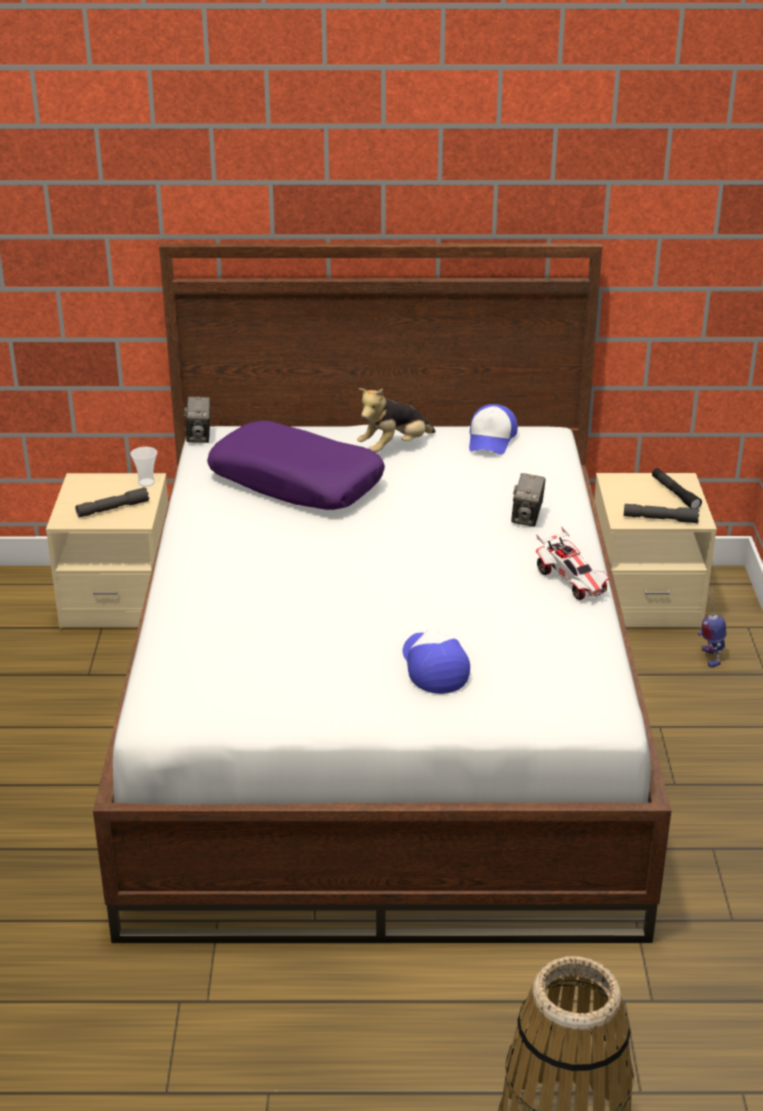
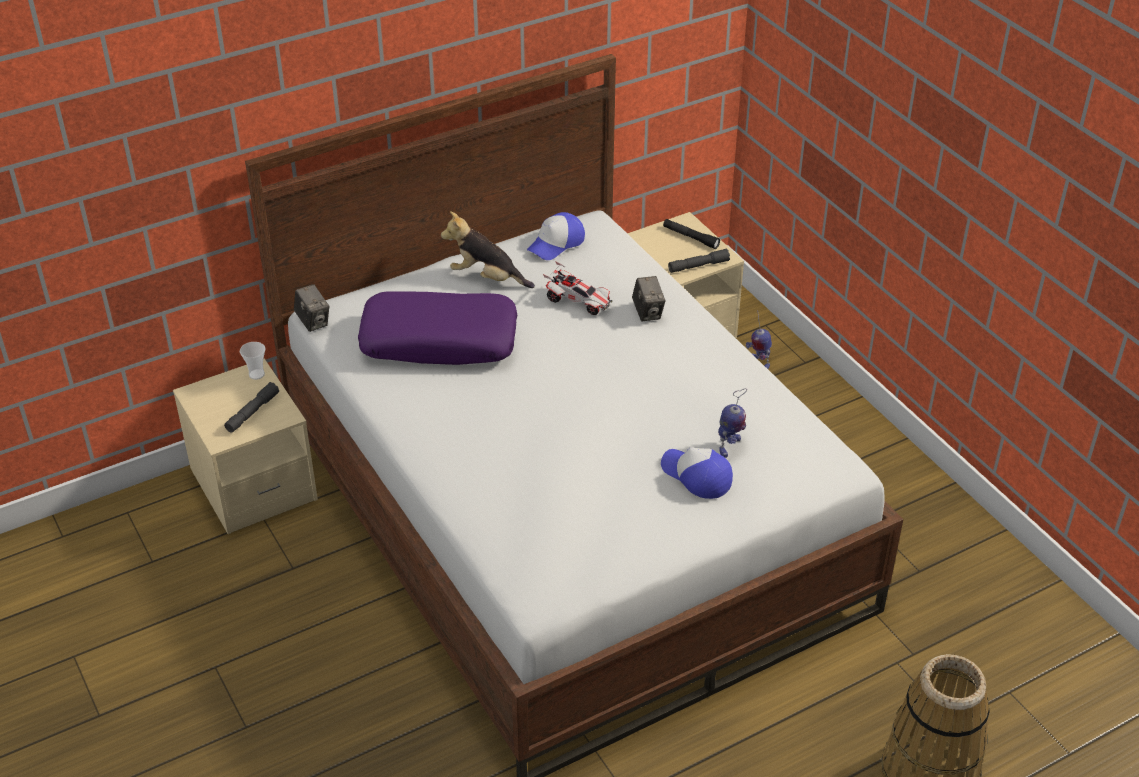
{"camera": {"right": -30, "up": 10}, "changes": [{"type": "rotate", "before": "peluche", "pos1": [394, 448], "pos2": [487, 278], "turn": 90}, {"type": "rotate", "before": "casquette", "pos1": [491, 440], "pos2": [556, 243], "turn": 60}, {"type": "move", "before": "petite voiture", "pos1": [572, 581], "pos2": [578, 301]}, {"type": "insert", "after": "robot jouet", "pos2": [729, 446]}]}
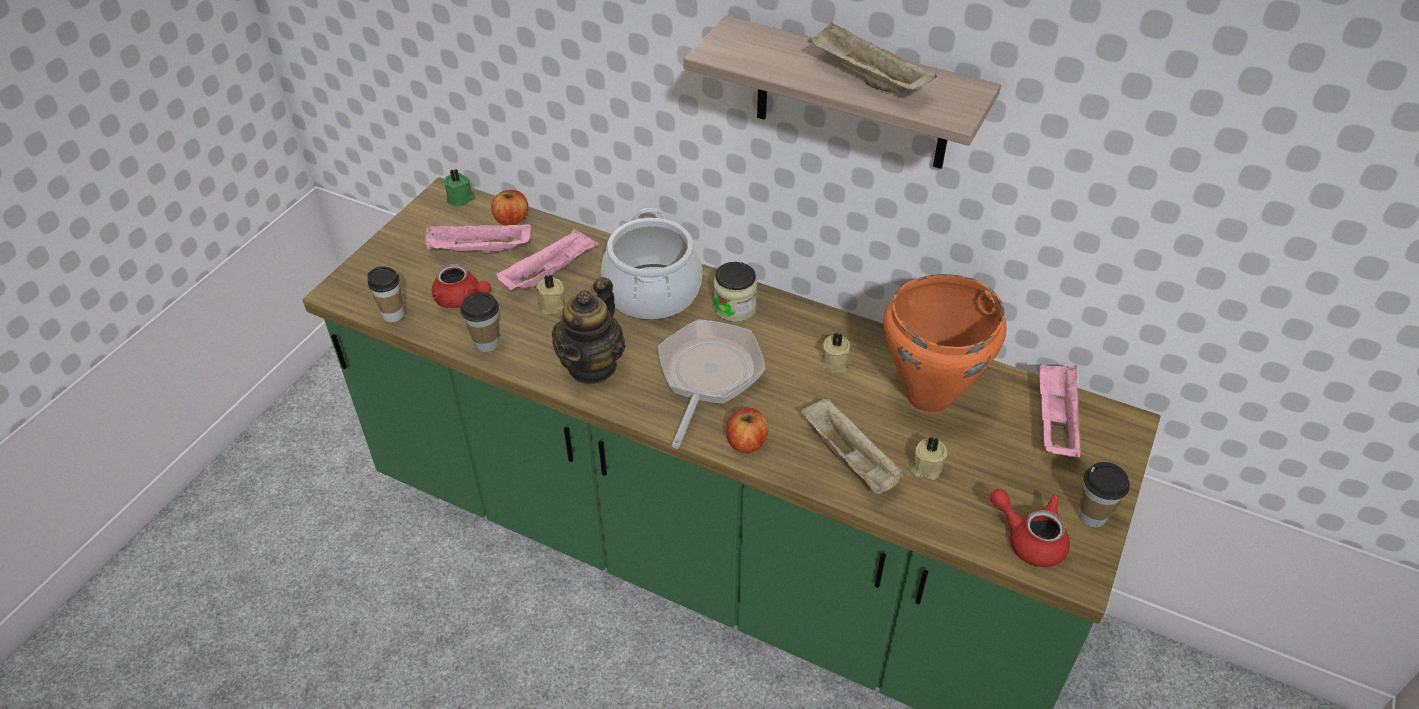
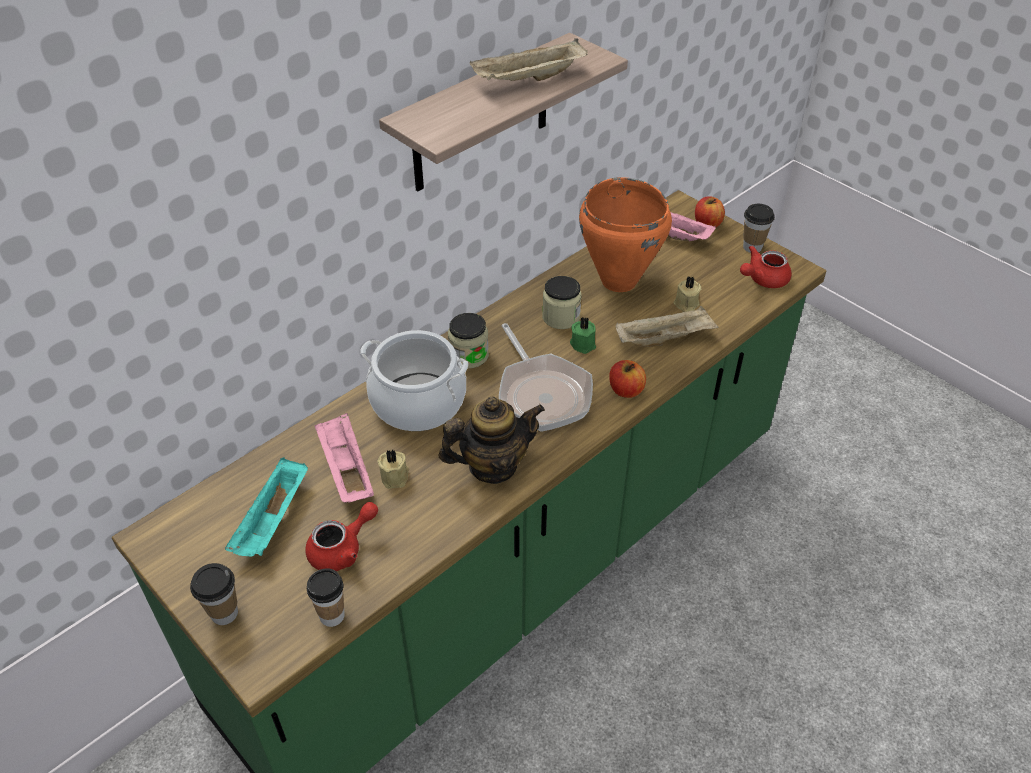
{"camera": {"right": -70, "up": 0}, "changes": [{"type": "recolor", "before": "plateau/rose", "after": "plateau/turquoise", "pos1": [479, 251], "pos2": [273, 521]}, {"type": "move", "before": "bougie/vert", "pos1": [461, 199], "pos2": [583, 344]}, {"type": "move", "before": "tasse", "pos1": [486, 343], "pos2": [224, 613]}, {"type": "move", "before": "pomme", "pos1": [511, 220], "pos2": [707, 223]}, {"type": "rotate", "before": "théière", "pos1": [592, 365], "pos2": [492, 465], "turn": -60}, {"type": "rotate", "before": "poêle", "pos1": [707, 376], "pos2": [542, 393], "turn": -150}, {"type": "replace", "before": "bougie/beige", "after": "bocal", "pos1": [834, 362], "pos2": [561, 317]}]}
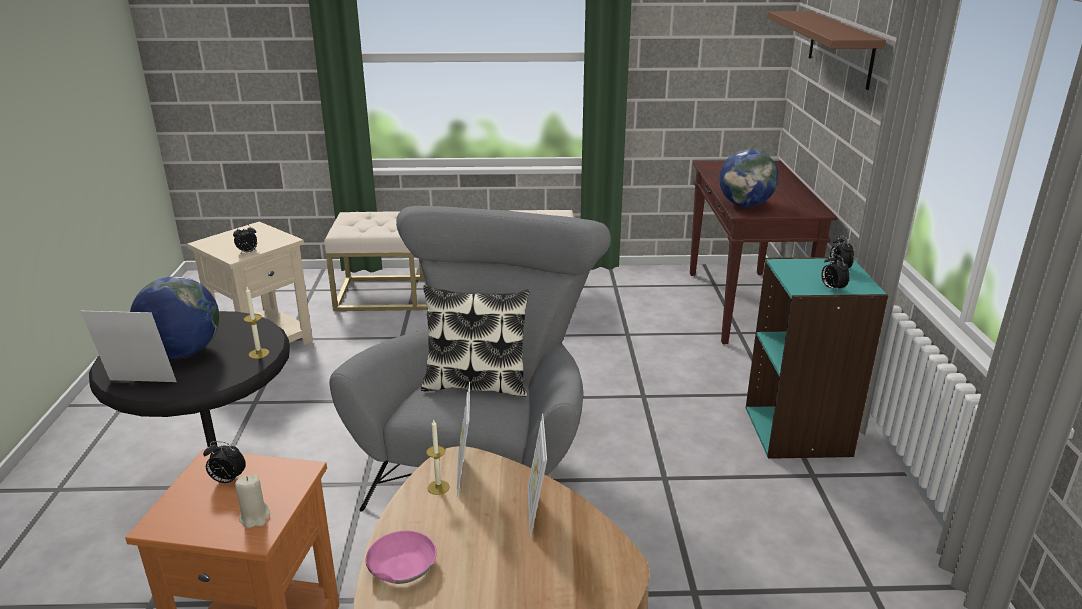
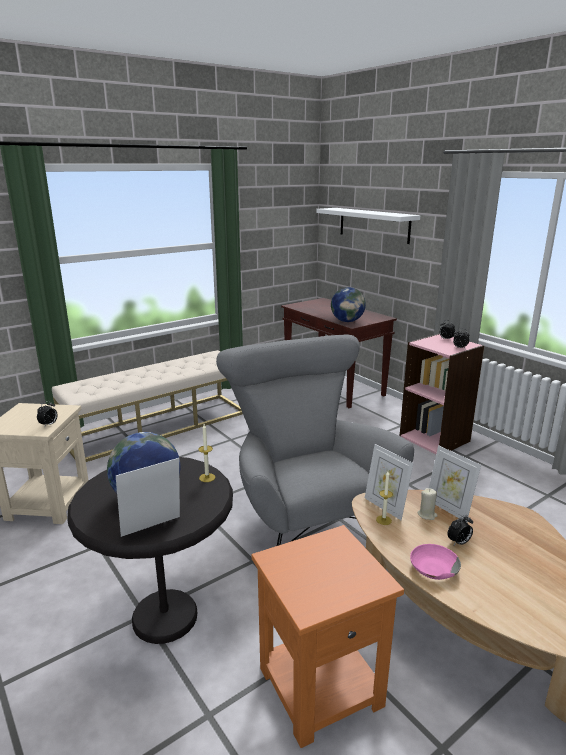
{"camera": {"right": -35, "up": -5}, "changes": [{"type": "move", "before": "réveil", "pos1": [227, 480], "pos2": [459, 543]}, {"type": "move", "before": "bougie/beige", "pos1": [255, 517], "pos2": [427, 515]}, {"type": "delete", "before": "coussin", "pos1": [476, 384]}, {"type": "recolor", "before": "bibliothèque/turquoise", "after": "bibliothèque/rose", "pos1": [798, 431], "pos2": [435, 438]}, {"type": "recolor", "before": "étagère/marron", "after": "étagère/blanc", "pos1": [840, 48], "pos2": [373, 225]}]}
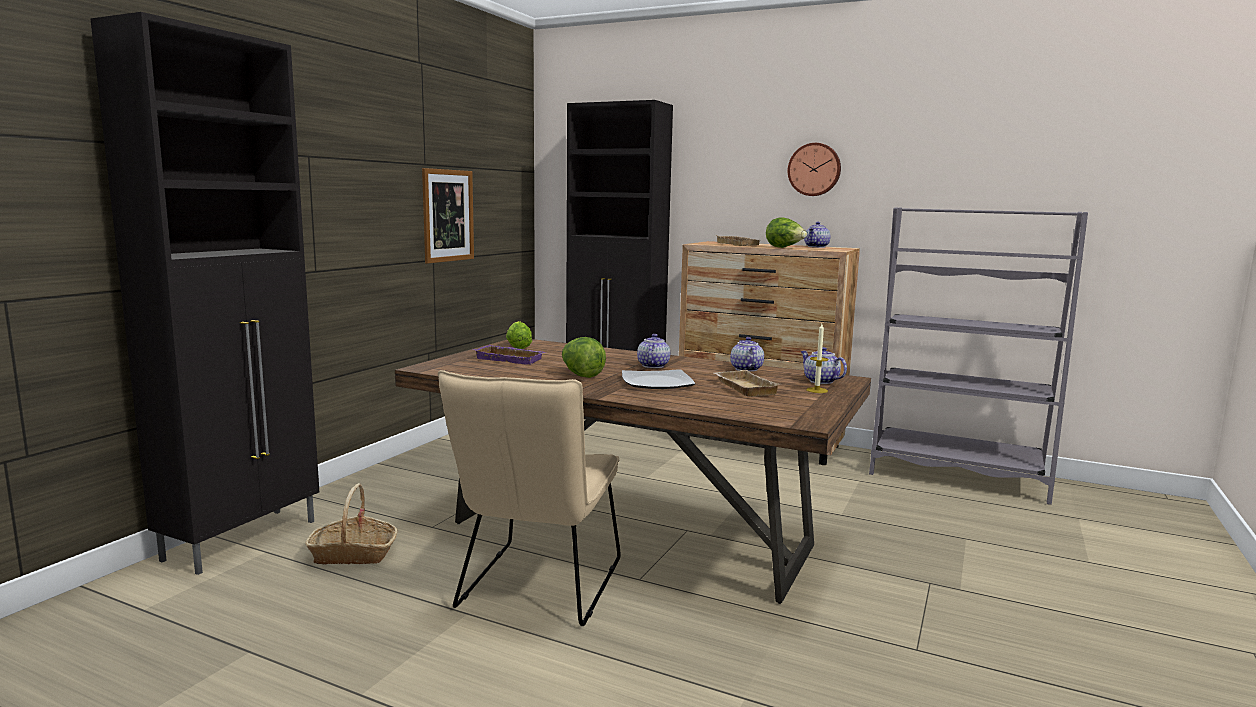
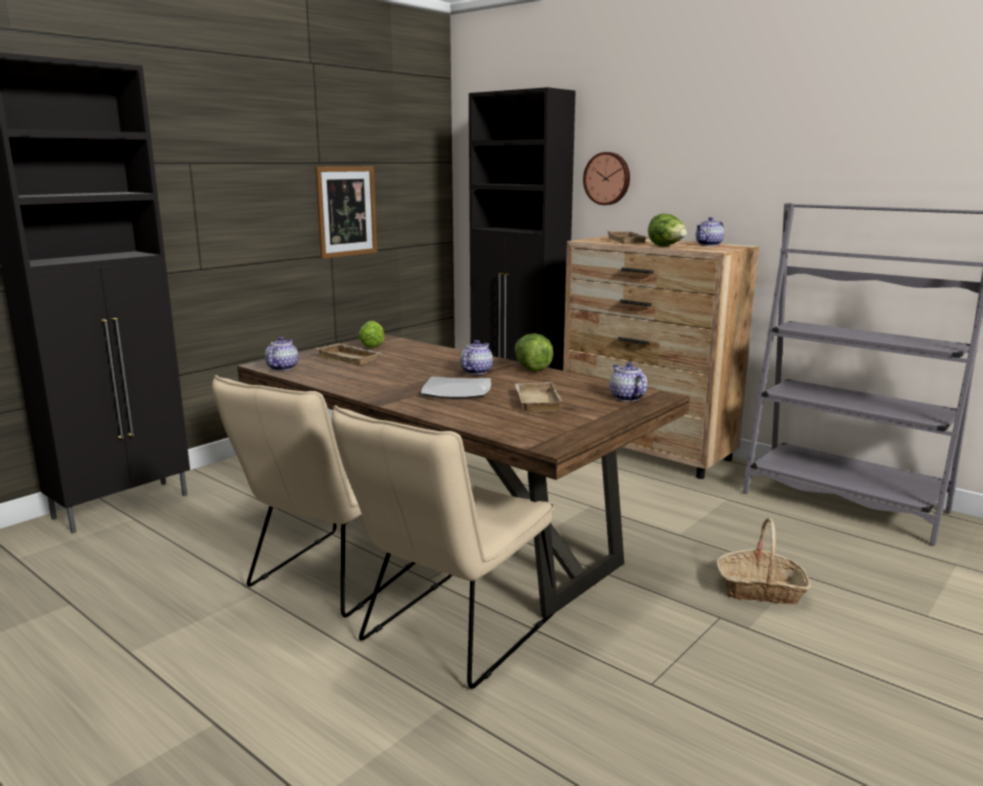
{"camera": {"right": 15, "up": 5}, "changes": [{"type": "move", "before": "panier", "pos1": [353, 554], "pos2": [760, 589]}, {"type": "recolor", "before": "plateau/violet", "after": "plateau/beige", "pos1": [511, 359], "pos2": [351, 358]}, {"type": "move", "before": "laitue", "pos1": [581, 375], "pos2": [532, 368]}, {"type": "move", "before": "théière", "pos1": [745, 369], "pos2": [281, 368]}, {"type": "move", "before": "horloge murale", "pos1": [814, 169], "pos2": [607, 178]}, {"type": "delete", "before": "bougie", "pos1": [817, 390]}, {"type": "insert", "after": "chaise/beige", "pos2": [451, 634]}]}
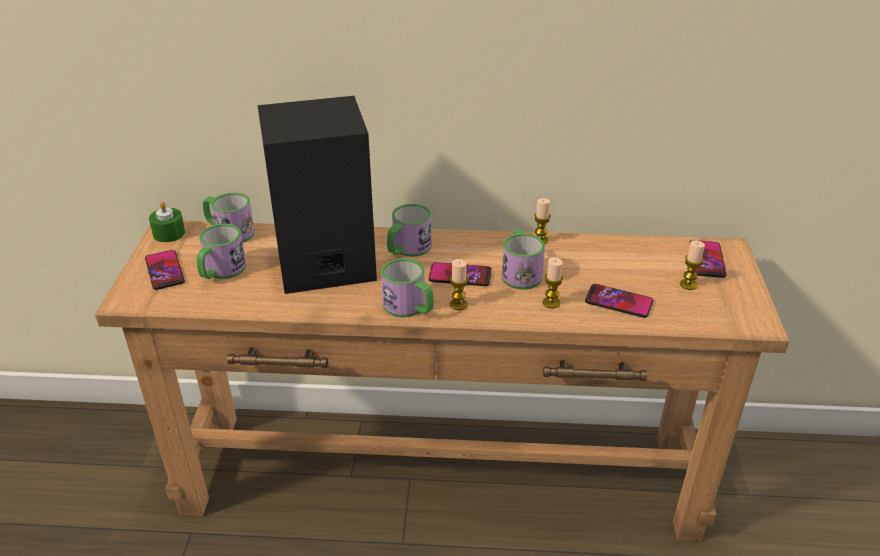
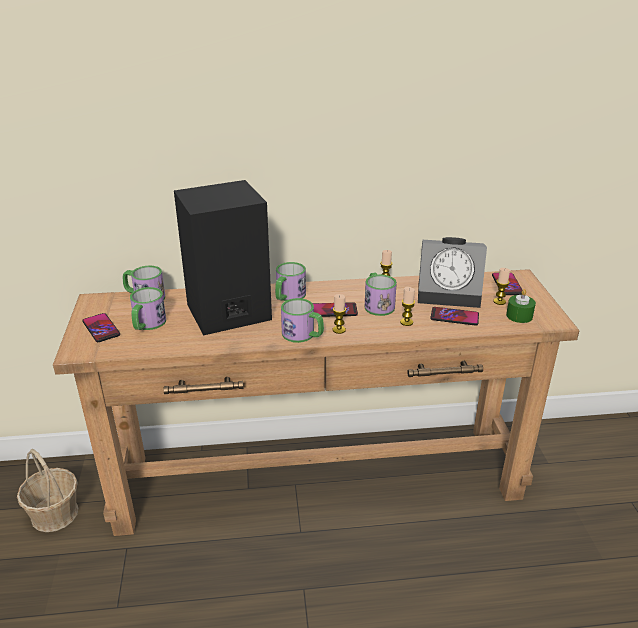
{"camera": {"right": -10, "up": -5}, "changes": [{"type": "move", "before": "bougie/vert", "pos1": [169, 233], "pos2": [519, 316]}, {"type": "insert", "after": "panier", "pos2": [55, 513]}, {"type": "insert", "after": "réveil", "pos2": [450, 293]}]}
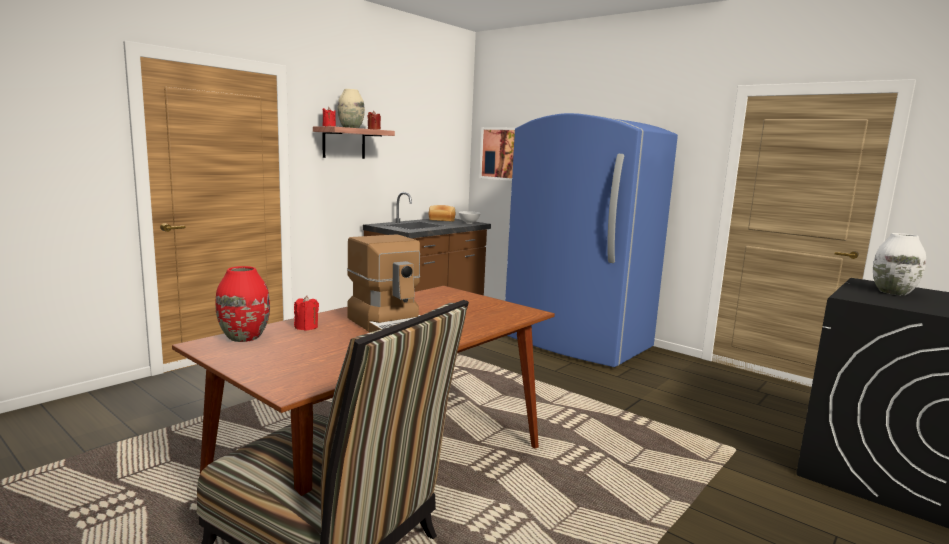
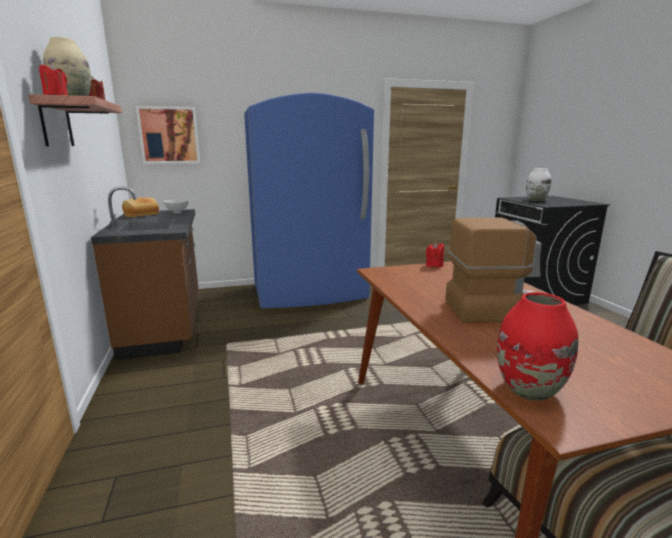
{"camera": {"right": -55, "up": 5}, "changes": [{"type": "move", "before": "bougie/rouge", "pos1": [306, 327], "pos2": [434, 265]}]}
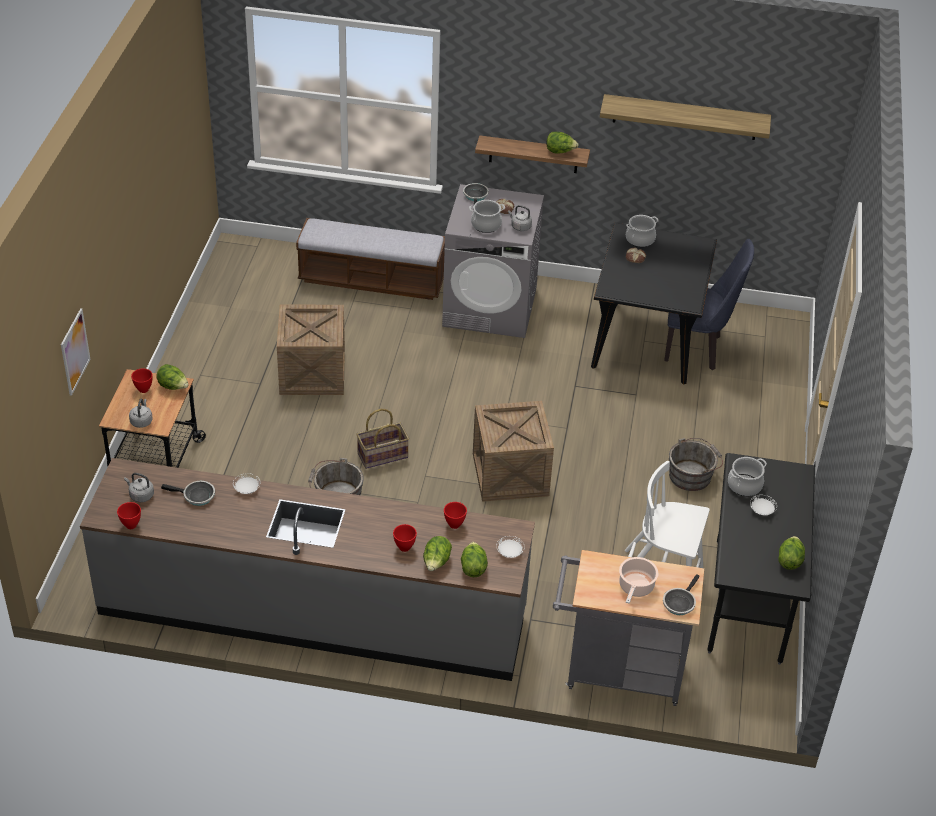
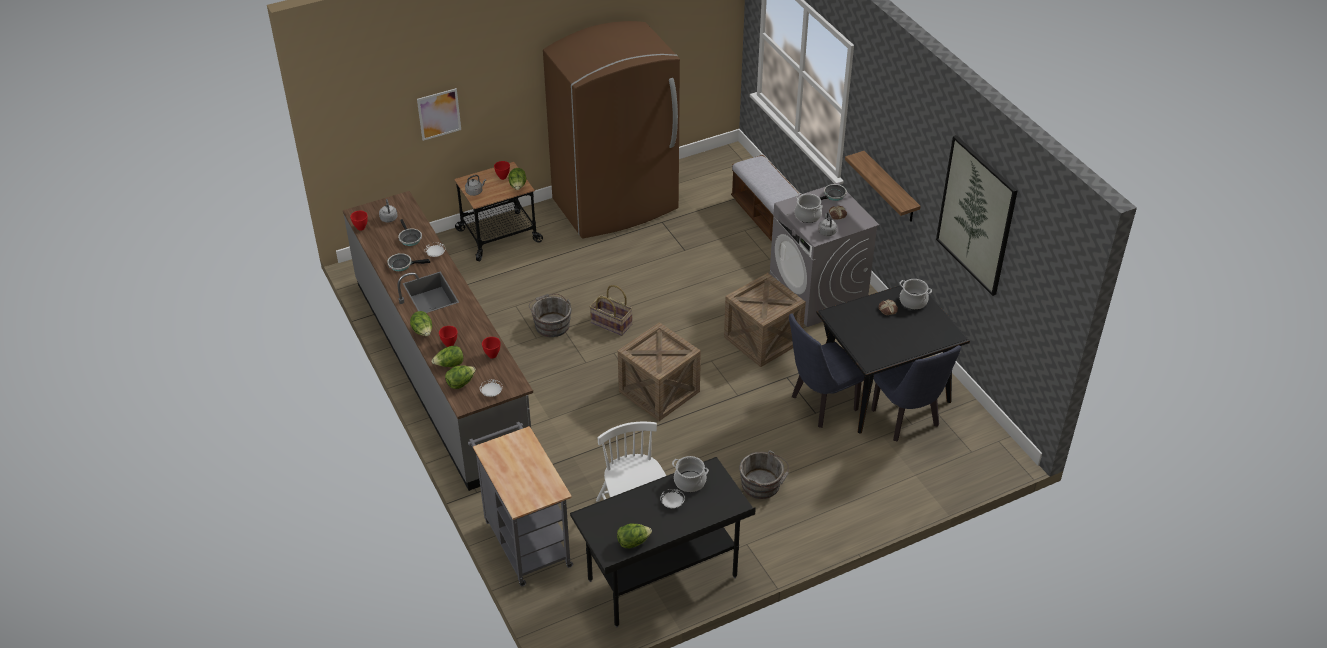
{"camera": {"right": 55, "up": 0}, "changes": [{"type": "move", "before": "caisse", "pos1": [312, 373], "pos2": [762, 340]}, {"type": "move", "before": "laitue", "pos1": [560, 152], "pos2": [423, 332]}, {"type": "replace", "before": "étagère", "after": "tableau", "pos1": [685, 117], "pos2": [976, 215]}, {"type": "delete", "before": "marmite", "pos1": [635, 587]}, {"type": "move", "before": "poêle", "pos1": [679, 602], "pos2": [402, 264]}, {"type": "insert", "after": "réfrigérateur/marron", "pos2": [616, 205]}, {"type": "insert", "after": "chaise/bleu", "pos2": [819, 405]}]}
